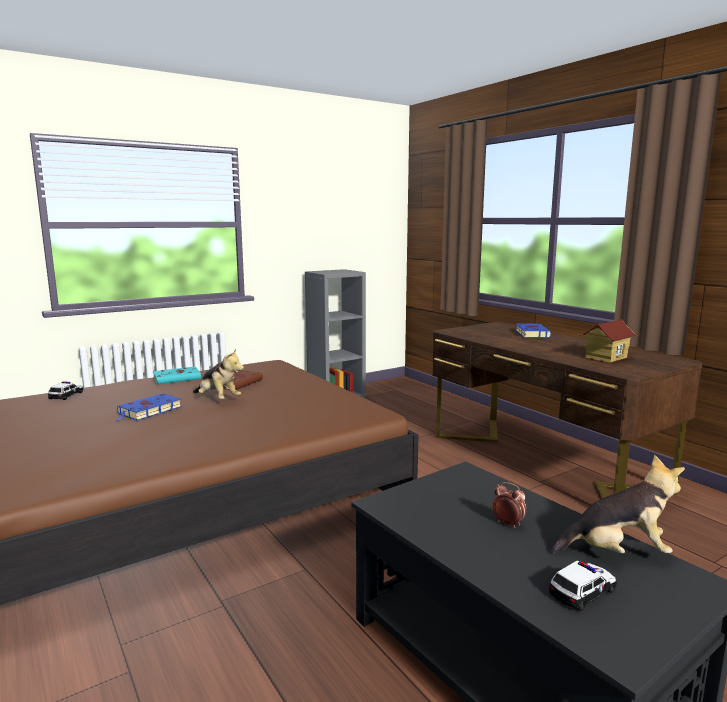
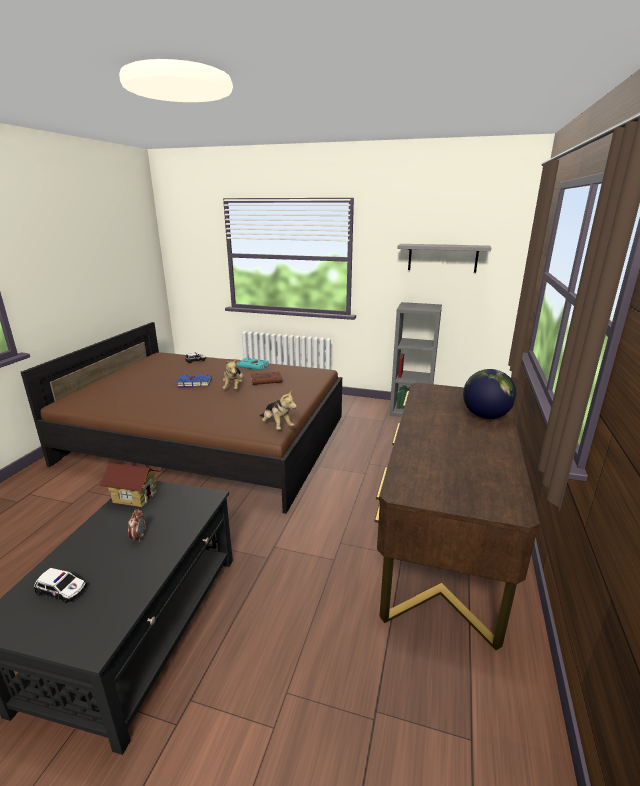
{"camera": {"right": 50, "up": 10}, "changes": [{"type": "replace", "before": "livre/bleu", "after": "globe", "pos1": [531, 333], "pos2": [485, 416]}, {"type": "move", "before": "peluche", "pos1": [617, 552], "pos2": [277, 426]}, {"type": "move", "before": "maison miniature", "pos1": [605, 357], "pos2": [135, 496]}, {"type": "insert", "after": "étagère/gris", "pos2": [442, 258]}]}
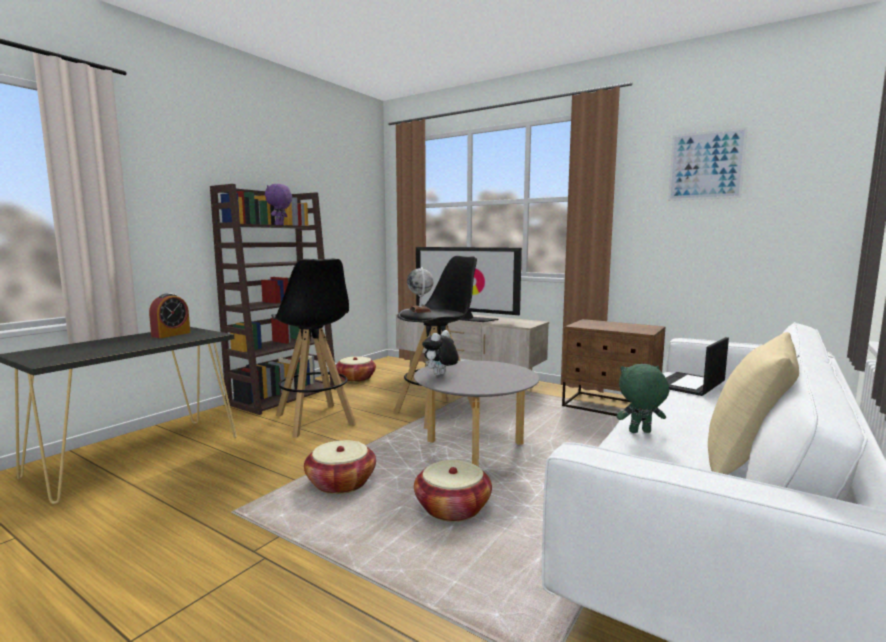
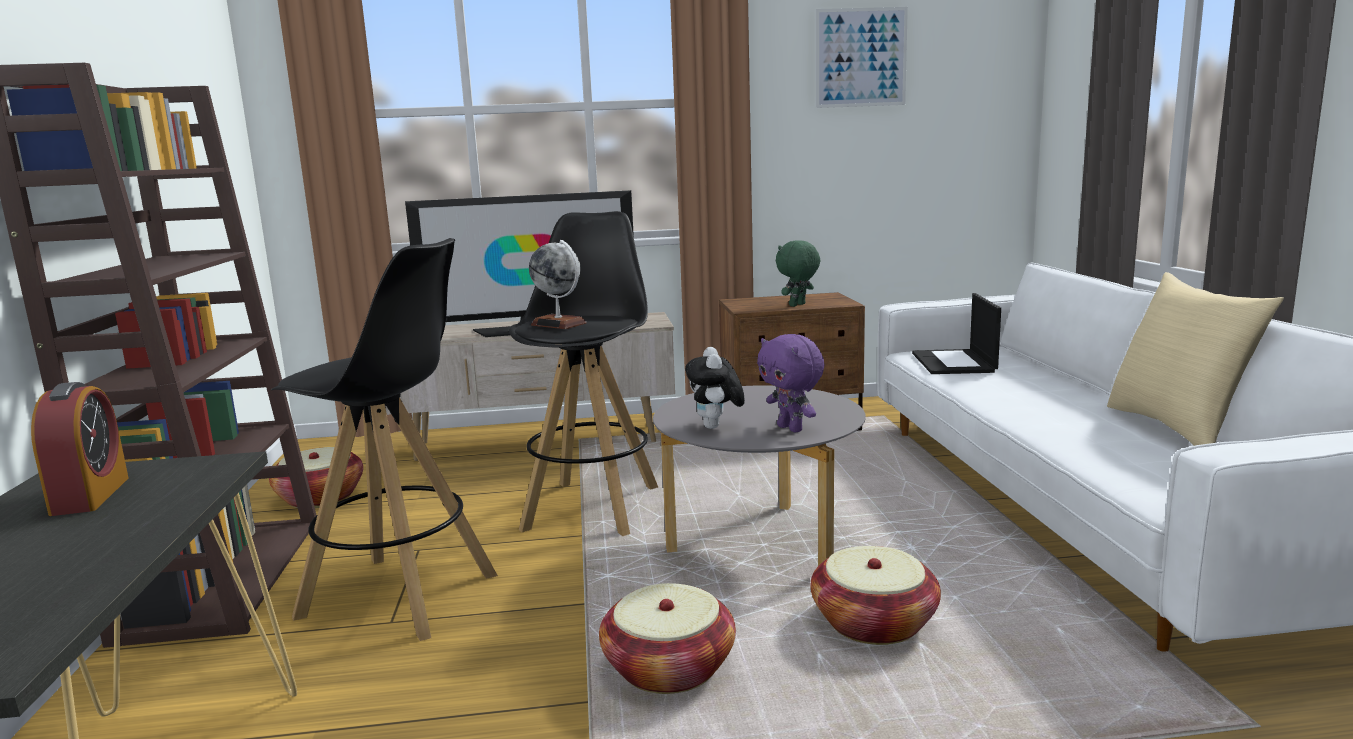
{"camera": {"right": -40, "up": 5}, "changes": [{"type": "move", "before": "peluche/violet", "pos1": [280, 224], "pos2": [791, 428]}, {"type": "move", "before": "peluche/vert", "pos1": [640, 432], "pos2": [798, 305]}]}
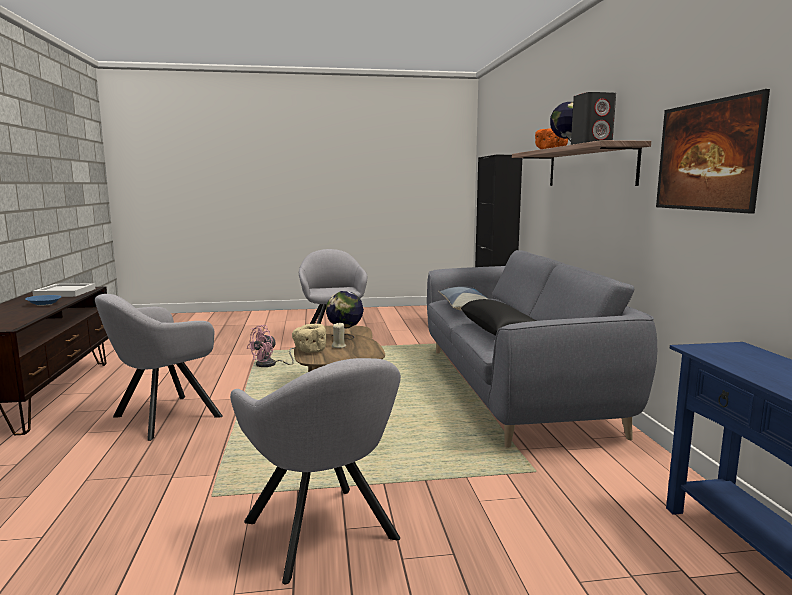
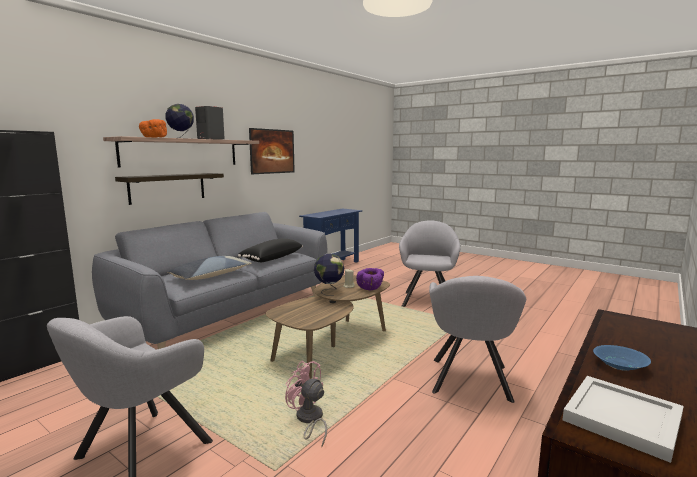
{"camera": {"right": -135, "up": 0}, "changes": [{"type": "rotate", "before": "fauteuil/gris", "pos1": [161, 418], "pos2": [470, 382], "turn": 105}, {"type": "rotate", "before": "ventilateur/rose", "pos1": [270, 365], "pos2": [309, 420], "turn": -135}, {"type": "recolor", "before": "bol/beige", "after": "bol/violet", "pos1": [309, 350], "pos2": [370, 288]}, {"type": "insert", "after": "étagère", "pos2": [168, 188]}]}
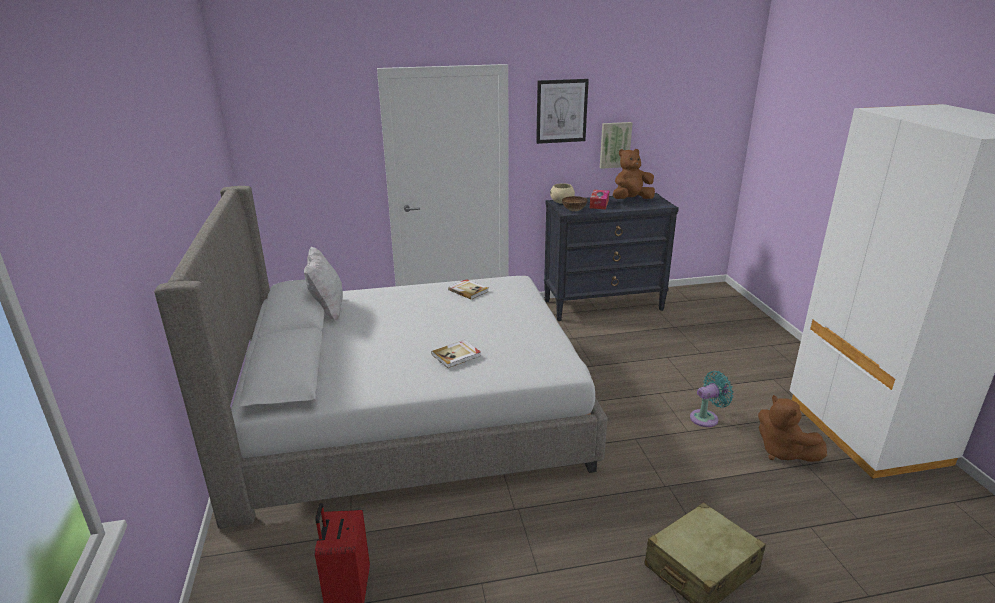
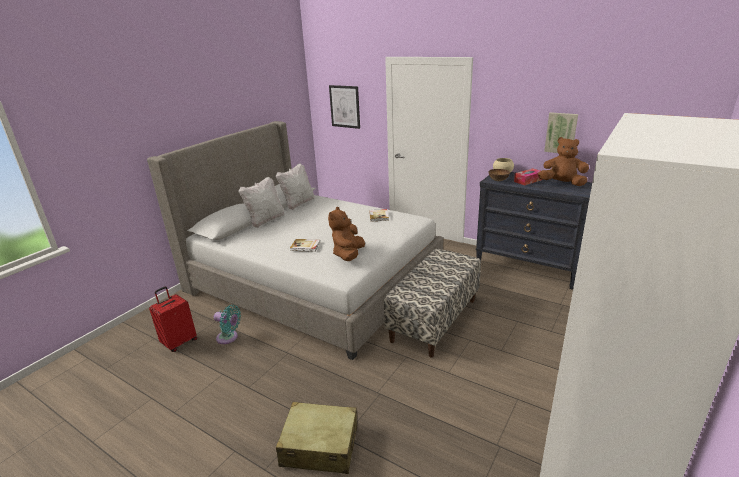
{"camera": {"right": 45, "up": 0}, "changes": [{"type": "move", "before": "tableau", "pos1": [561, 111], "pos2": [345, 106]}, {"type": "move", "before": "ventilateur/turquoise", "pos1": [706, 418], "pos2": [229, 338]}, {"type": "move", "before": "peluche/marron", "pos1": [782, 452], "pos2": [348, 255]}, {"type": "insert", "after": "coussin/blanc", "pos2": [265, 220]}, {"type": "insert", "after": "banc", "pos2": [434, 320]}]}
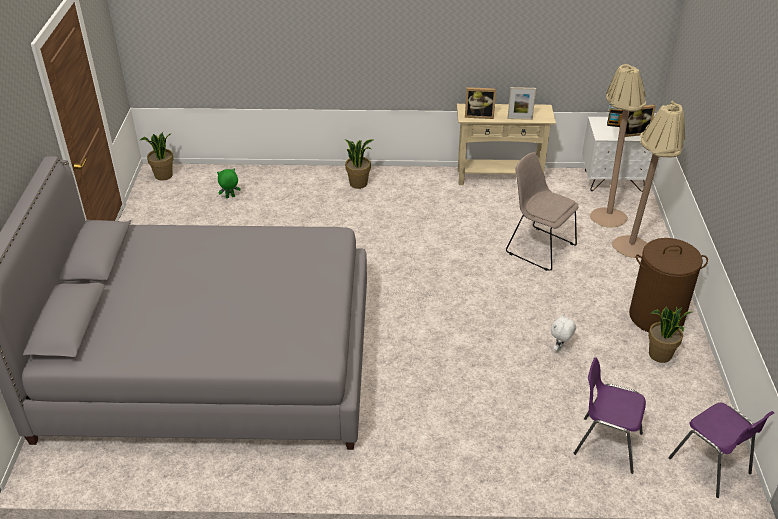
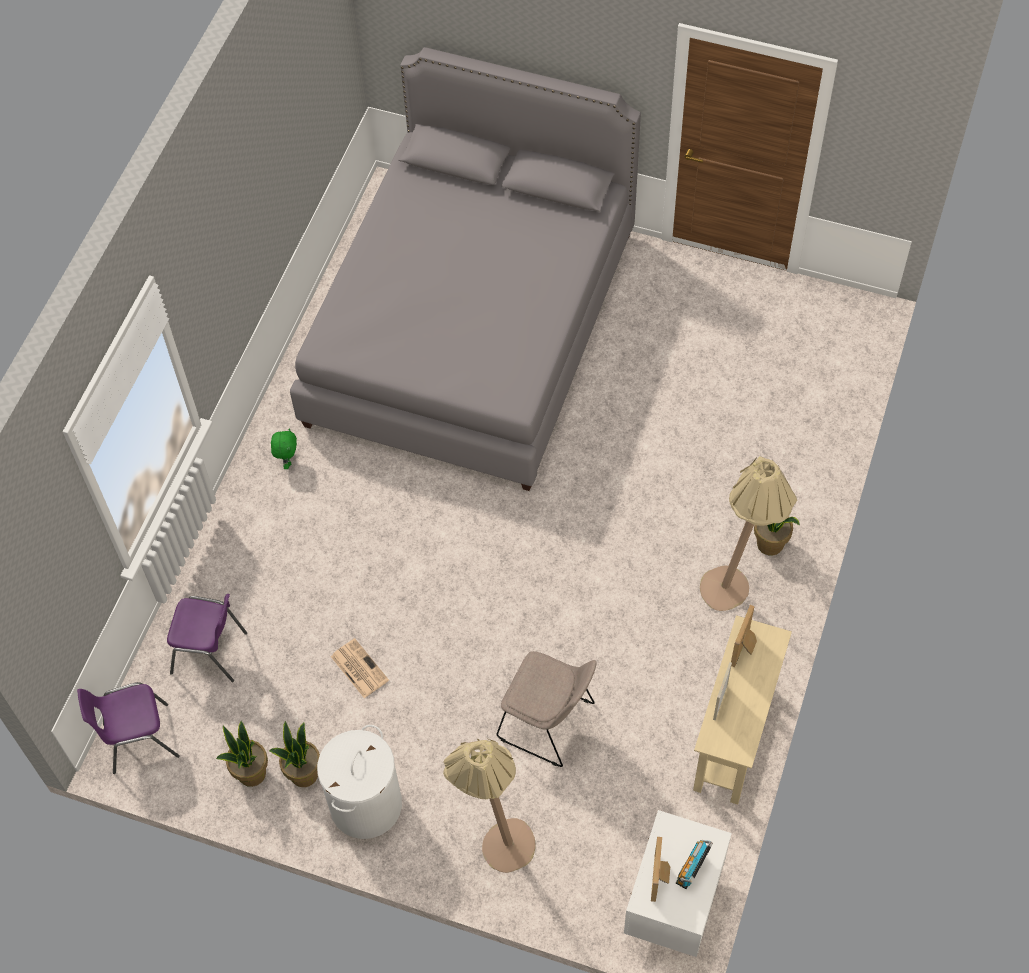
{"camera": {"right": 110, "up": 20}, "changes": [{"type": "move", "before": "plante en pot", "pos1": [163, 176], "pos2": [251, 773]}, {"type": "move", "before": "peluche/vert", "pos1": [230, 197], "pos2": [287, 461]}, {"type": "rotate", "before": "chaise/beige", "pos1": [538, 247], "pos2": [549, 723], "turn": 60}, {"type": "replace", "before": "peluche/blanc", "after": "journal", "pos1": [560, 348], "pos2": [358, 668]}, {"type": "rotate", "before": "chaise/violet", "pos1": [606, 443], "pos2": [211, 653], "turn": 60}, {"type": "move", "before": "lampadaire/beige", "pos1": [605, 213], "pos2": [736, 590]}, {"type": "recolor", "before": "panier à linge/marron", "after": "panier à linge/blanc", "pos1": [656, 316], "pos2": [366, 805]}]}
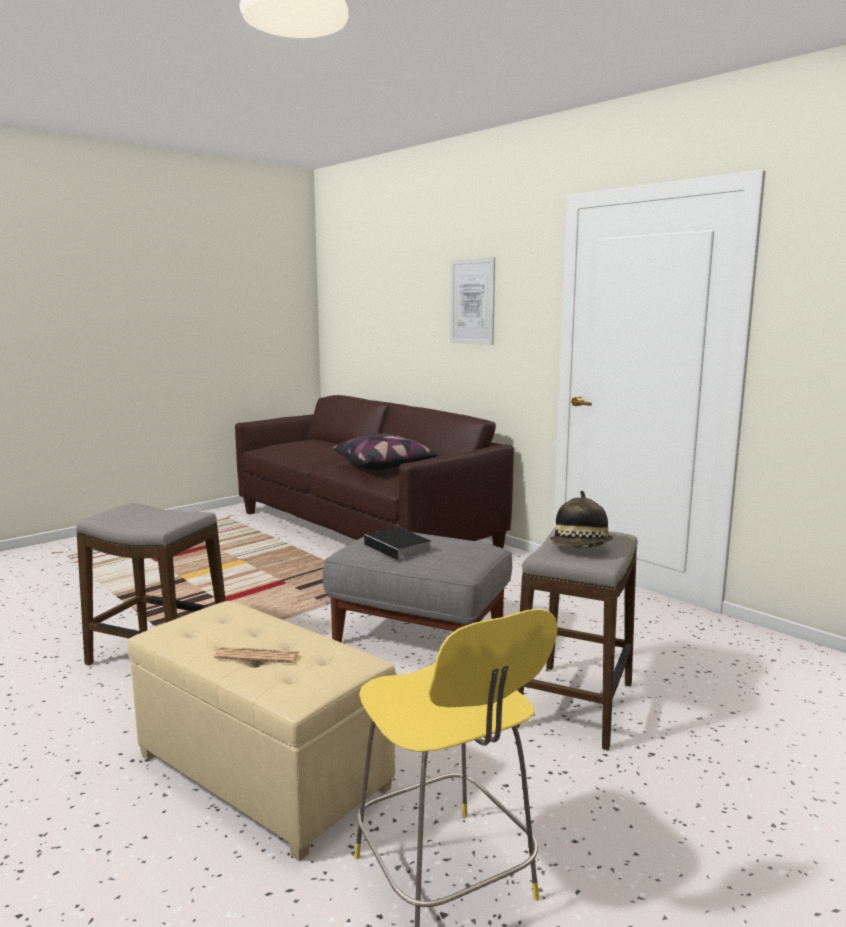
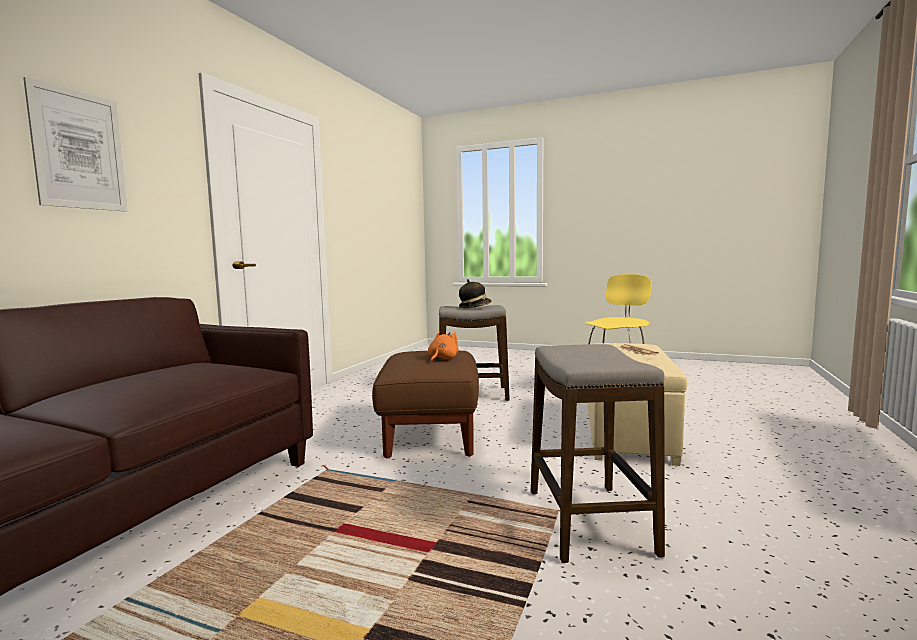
{"camera": {"right": -115, "up": -5}, "changes": [{"type": "recolor", "before": "pouf/gris", "after": "pouf/marron", "pos1": [420, 637], "pos2": [430, 434]}, {"type": "delete", "before": "coussin", "pos1": [385, 466]}, {"type": "replace", "before": "livre", "after": "peluche/orange", "pos1": [399, 548], "pos2": [442, 359]}]}
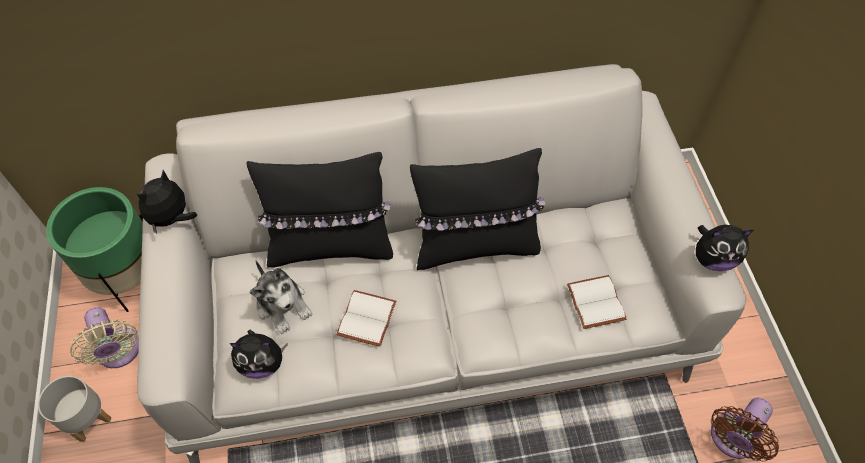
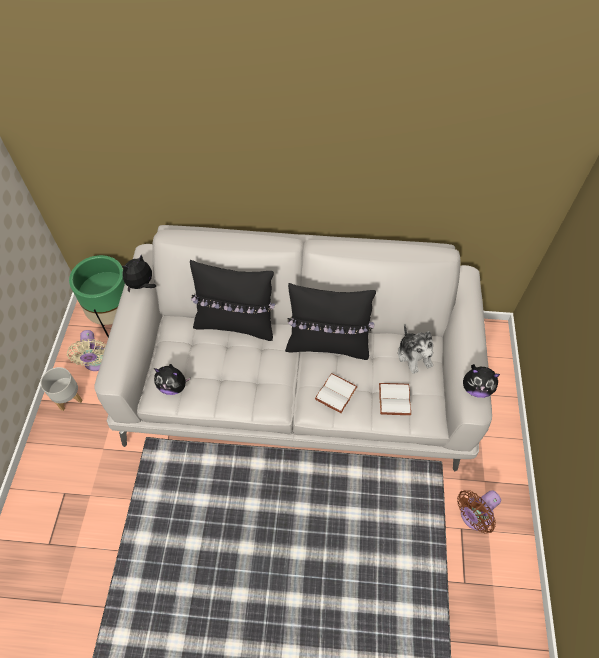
{"camera": {"right": 15, "up": 0}, "changes": [{"type": "move", "before": "peluche", "pos1": [283, 304], "pos2": [414, 355]}, {"type": "move", "before": "livre/blanc", "pos1": [368, 320], "pos2": [336, 394]}]}
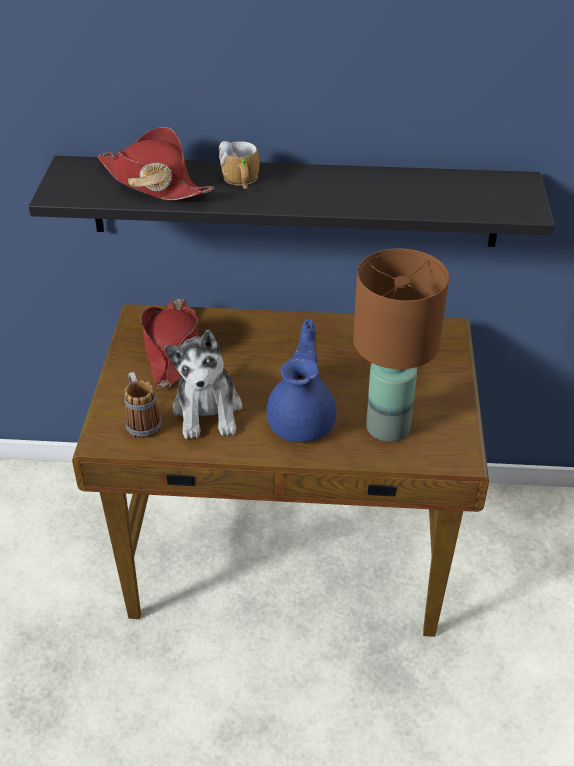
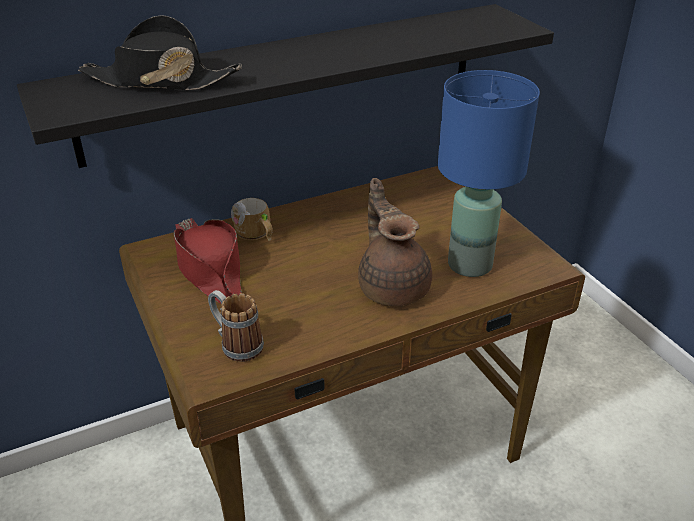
{"camera": {"right": -30, "up": -5}, "changes": [{"type": "recolor", "before": "chapeau/rouge", "after": "chapeau/noir", "pos1": [153, 182], "pos2": [160, 81]}, {"type": "delete", "before": "peluche", "pos1": [208, 410]}, {"type": "move", "before": "mug", "pos1": [240, 181], "pos2": [256, 234]}, {"type": "recolor", "before": "théière/bleu", "after": "théière/marron", "pos1": [303, 421], "pos2": [393, 286]}, {"type": "recolor", "before": "lampe de table/marron", "after": "lampe de table/bleu", "pos1": [387, 426], "pos2": [469, 264]}]}
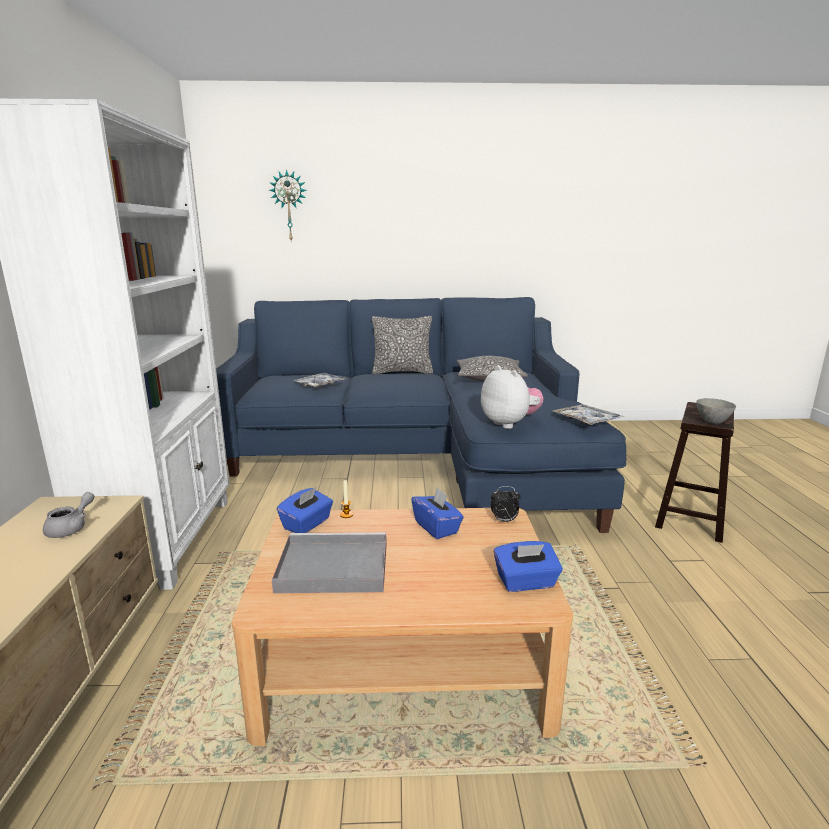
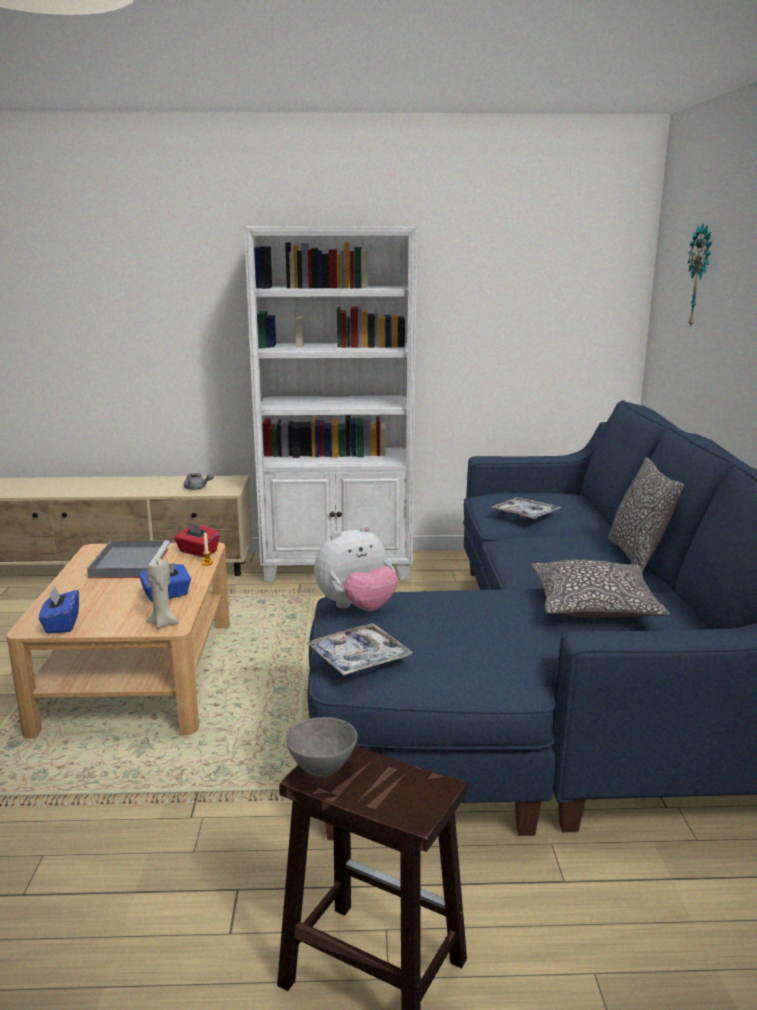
{"camera": {"right": 90, "up": 0}, "changes": [{"type": "recolor", "before": "boîte à mouchoirs/bleu", "after": "boîte à mouchoirs/rouge", "pos1": [307, 524], "pos2": [197, 552]}, {"type": "replace", "before": "réveil", "after": "bougie/beige", "pos1": [504, 521], "pos2": [163, 623]}]}
